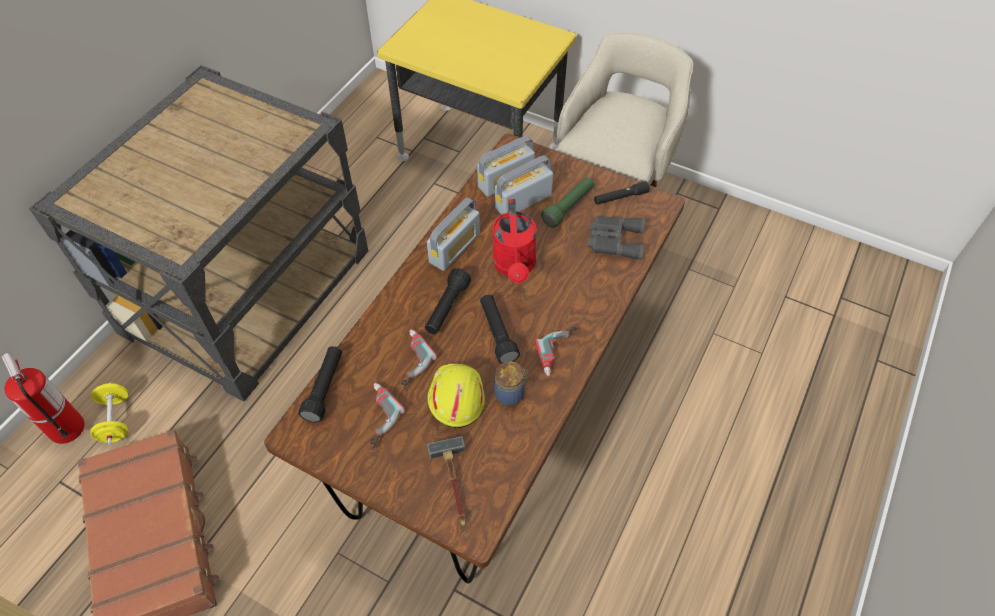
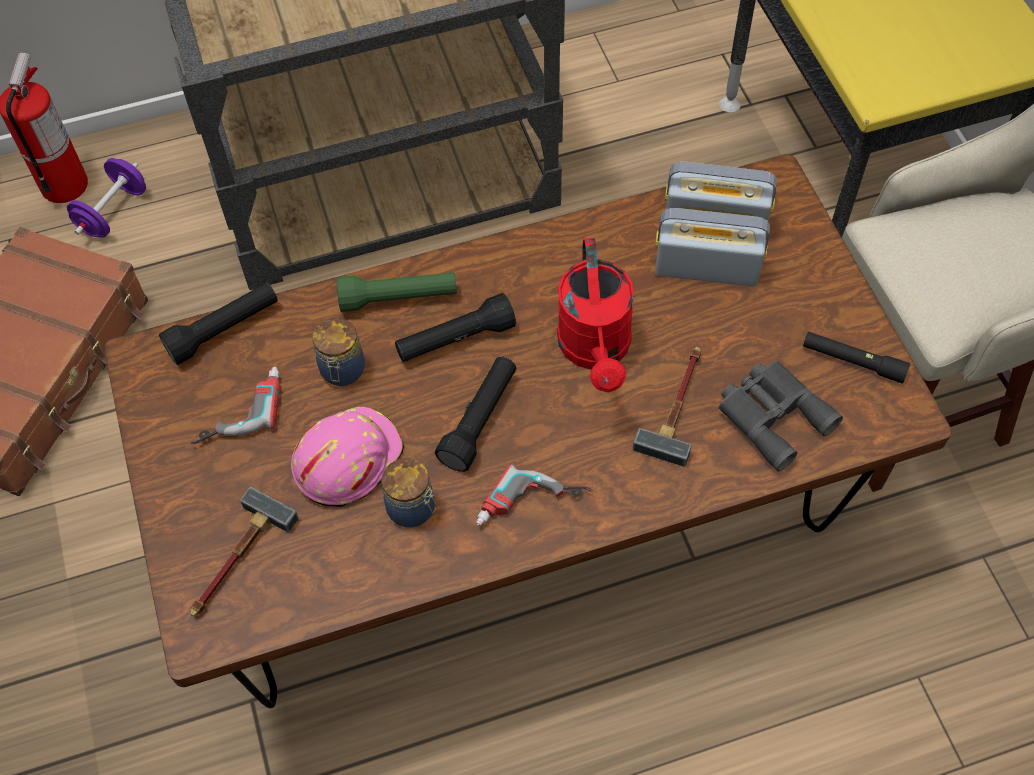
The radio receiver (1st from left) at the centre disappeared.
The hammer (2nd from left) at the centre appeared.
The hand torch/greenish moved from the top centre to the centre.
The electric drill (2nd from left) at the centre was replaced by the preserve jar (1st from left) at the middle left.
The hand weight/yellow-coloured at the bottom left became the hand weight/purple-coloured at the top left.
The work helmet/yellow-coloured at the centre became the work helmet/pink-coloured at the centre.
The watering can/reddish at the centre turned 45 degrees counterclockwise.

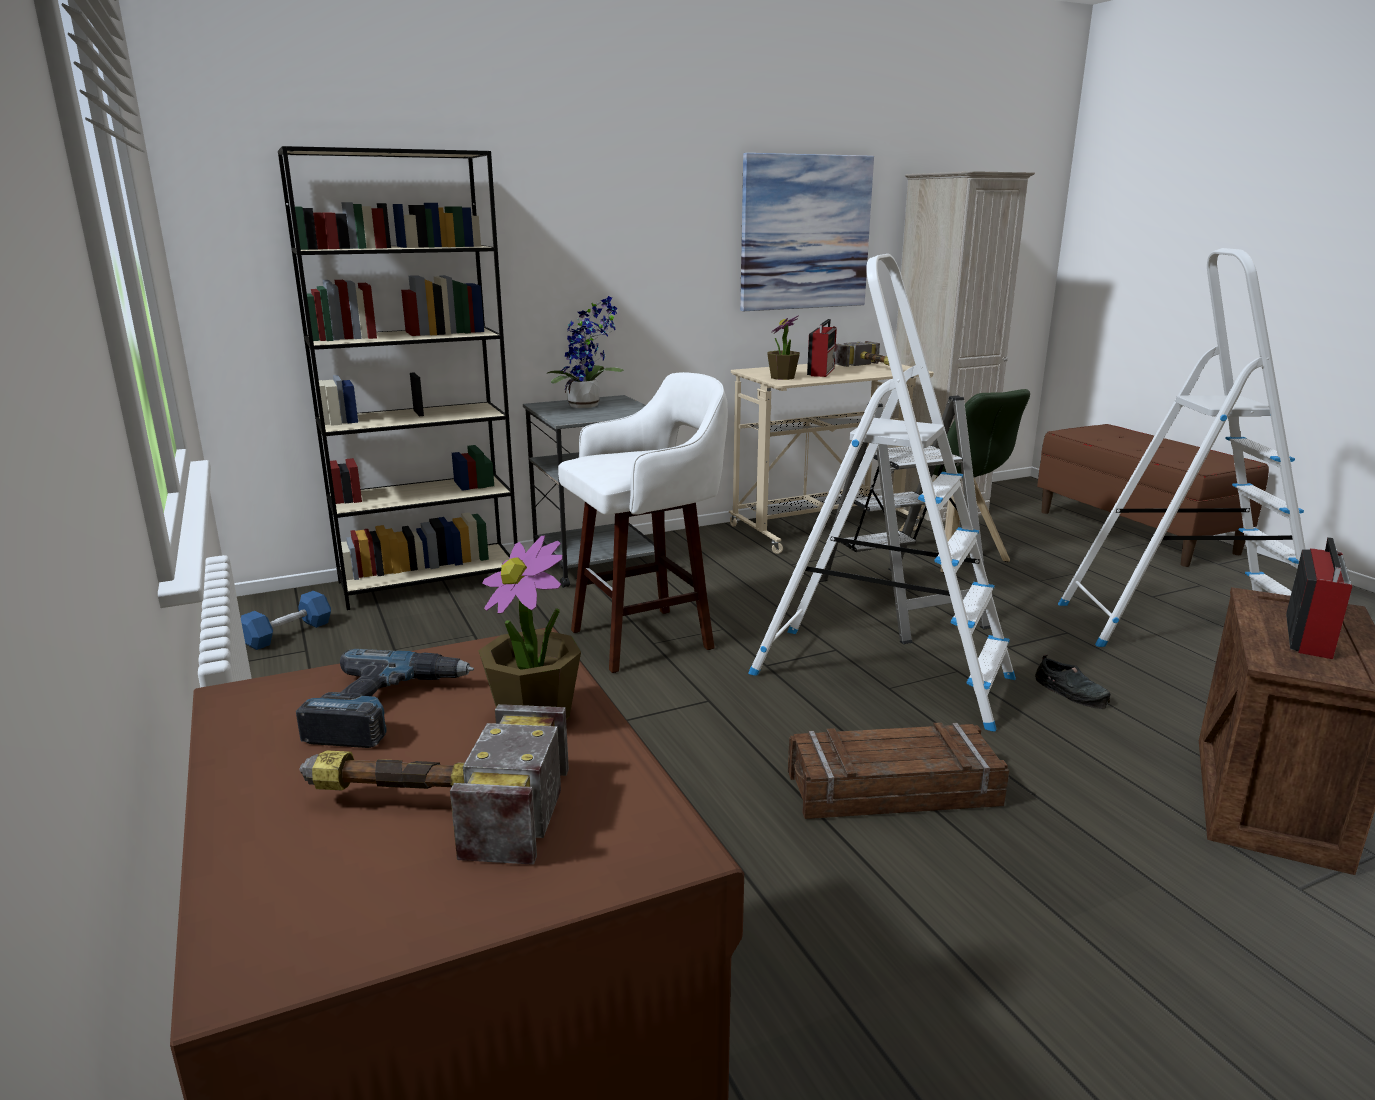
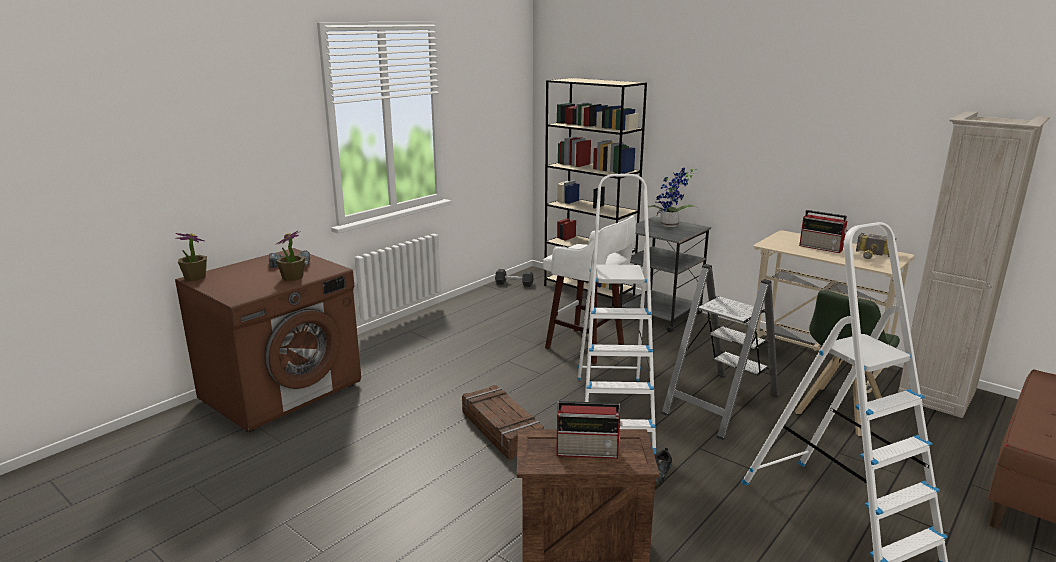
The hammer (1st from left) at the bottom left disappeared.
The wall art at the top centre disappeared.
The houseplant (3rd from left in the first image) moved from the top centre to the middle left.
The hand weight/blue-coloured at the middle left became the hand weight/blackish at the centre.
The radio receiver (1st from left in the first image) at the top centre turned 45 degrees clockwise.

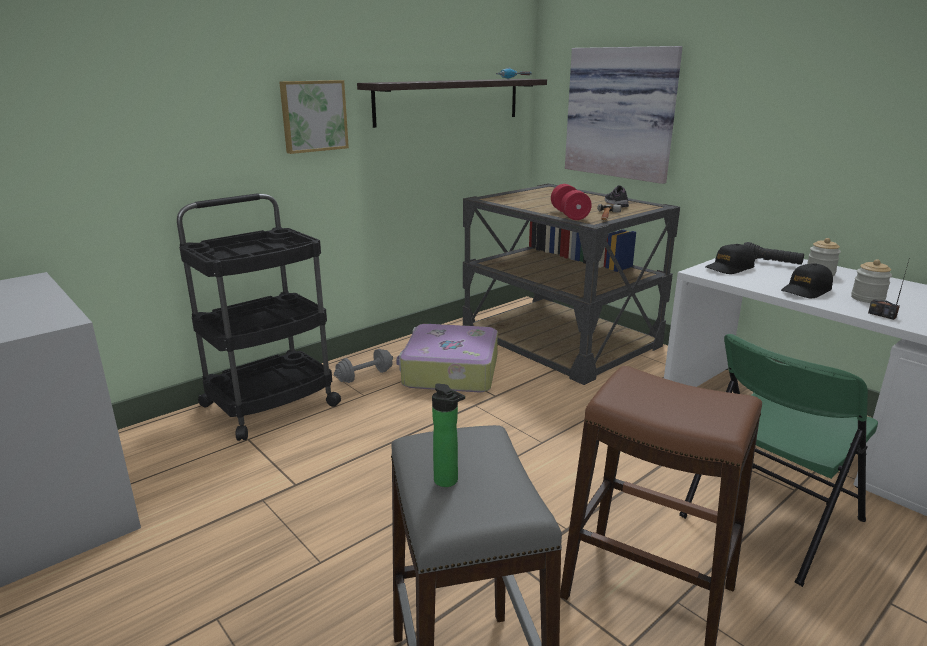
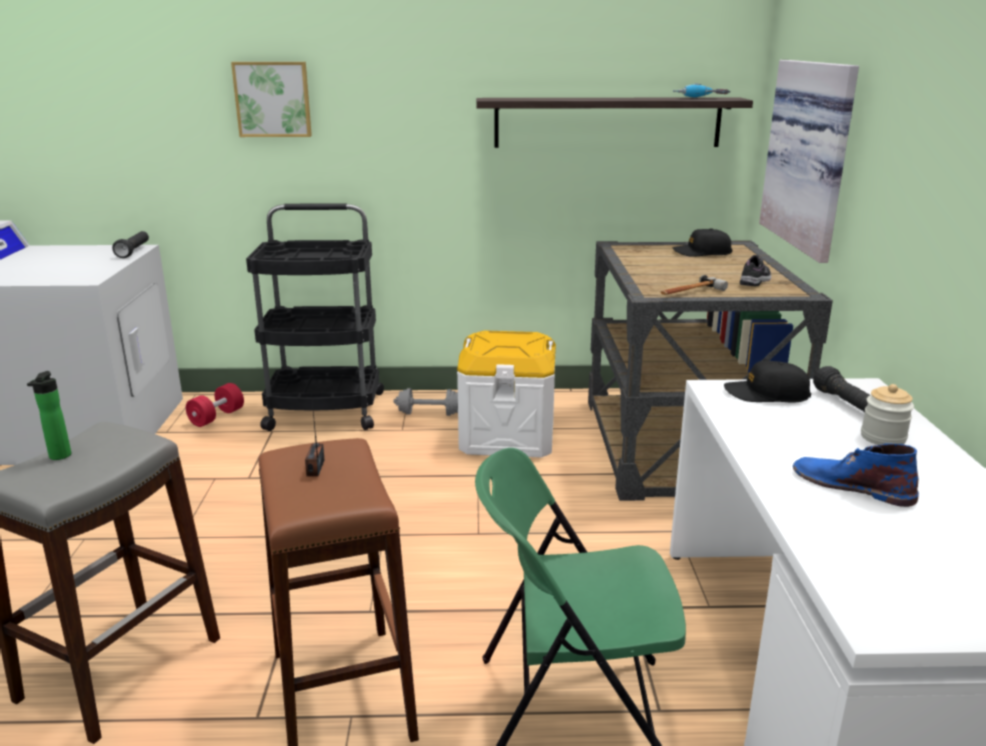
The hand torch/blackish (1st from left) at the top left appeared.
The wall art (1st from left) moved from the top centre to the top left.
The hand weight/reddish moved from the top centre to the middle left.
The baseball cap/blackish (2nd from left in the first image) moved from the middle right to the top right.
The radio receiver moved from the middle right to the middle left.
The travel case at the centre was replaced by the storage bin/white-coloured at the centre.
The preserve jar (2nd from left) at the middle right was replaced by the boot/blue-coloured at the middle right.

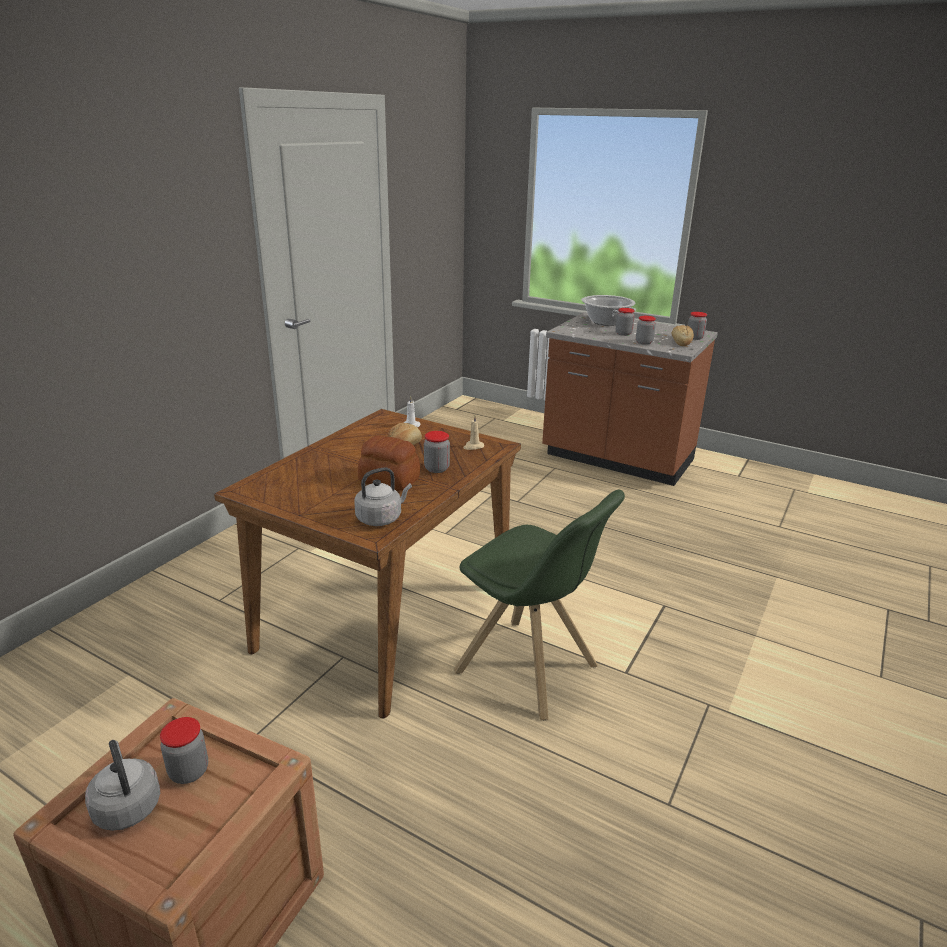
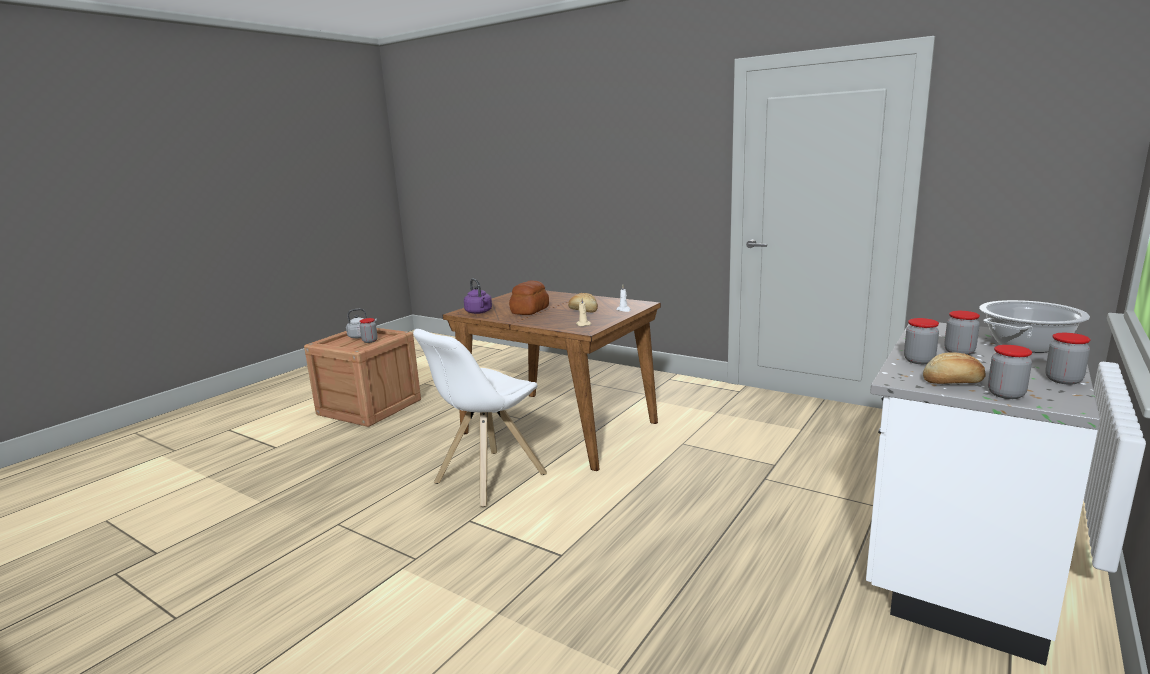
The preserve jar (2nd from left in the first image) moved from the centre to the middle right.
The water kettle/grey (2nd from left) at the centre became the water kettle/purple-coloured at the centre.
The plain chair/greenish at the centre became the plain chair/white-coloured at the centre.
The kitchen counter/brownish at the centre became the kitchen counter/white-coloured at the bottom right.

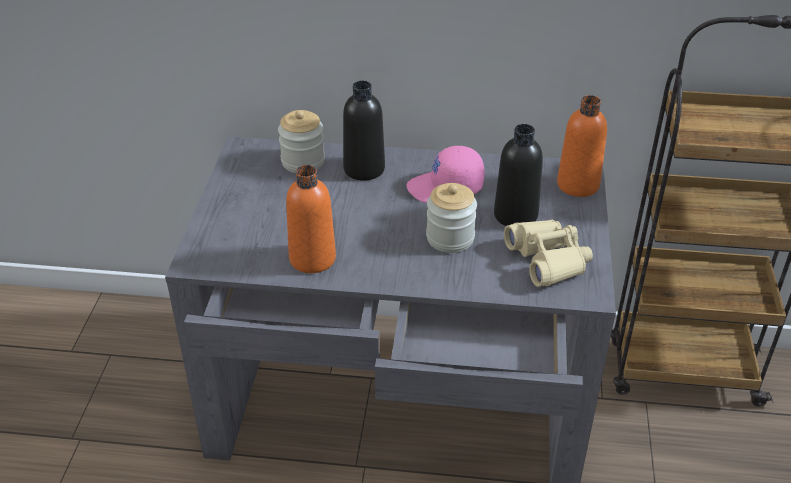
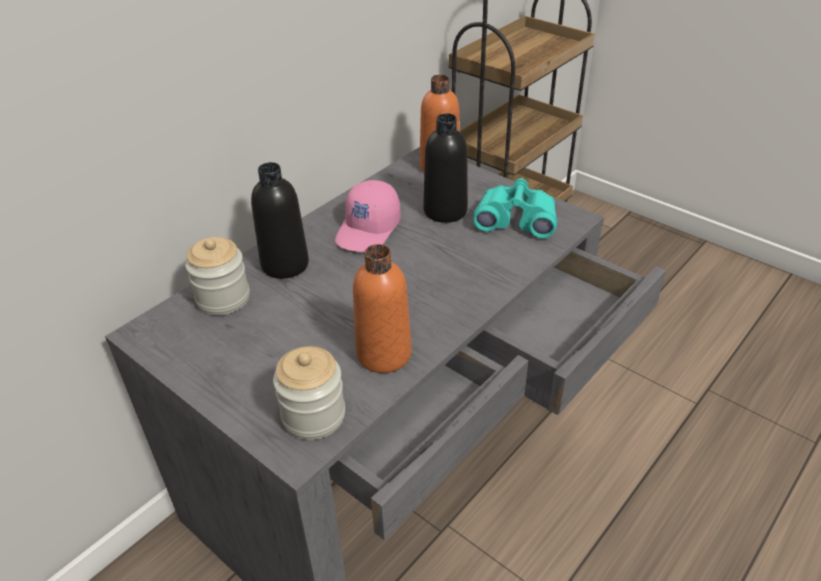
The preserve jar (2nd from left) moved from the centre to the bottom centre.
The pair of binoculars/beige-coloured at the middle right became the pair of binoculars/blue-green at the centre.

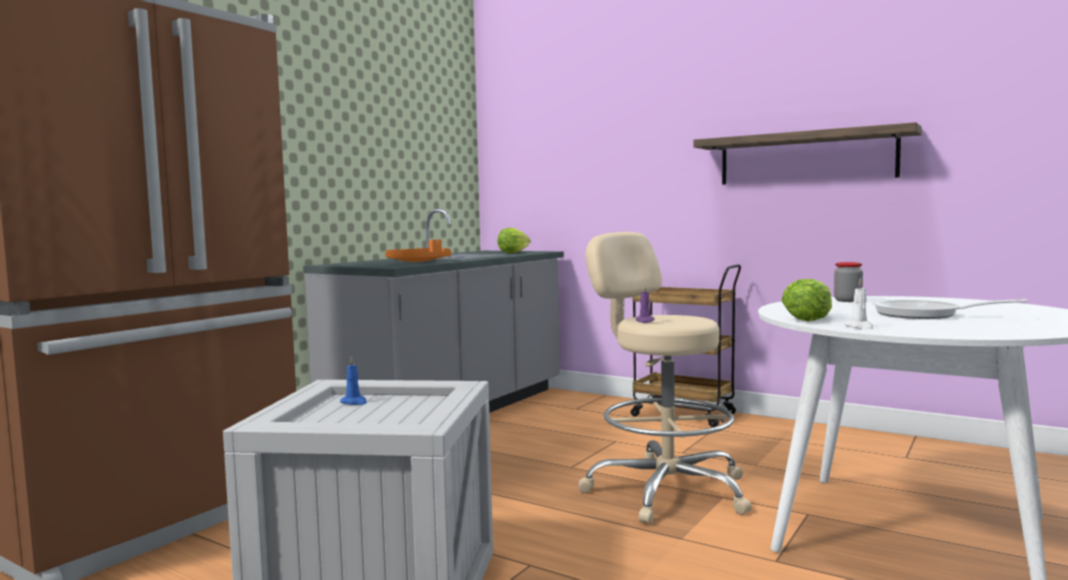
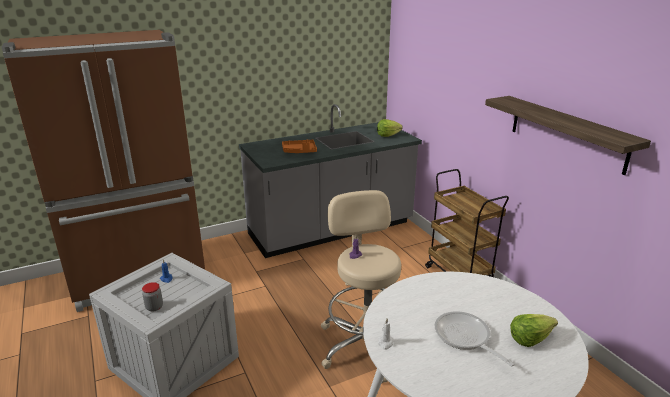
The head of lettuce (2nd from left) moved from the middle right to the bottom right.
The preserve jar moved from the middle right to the bottom left.

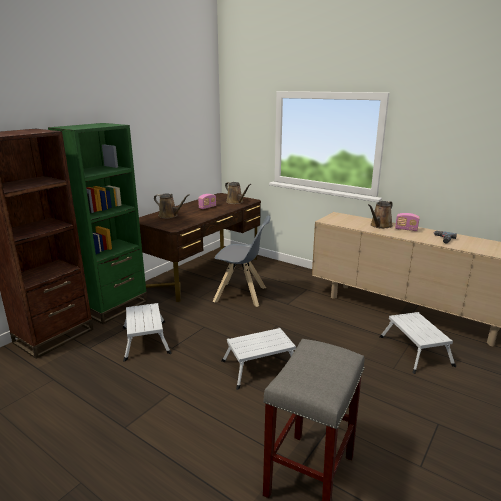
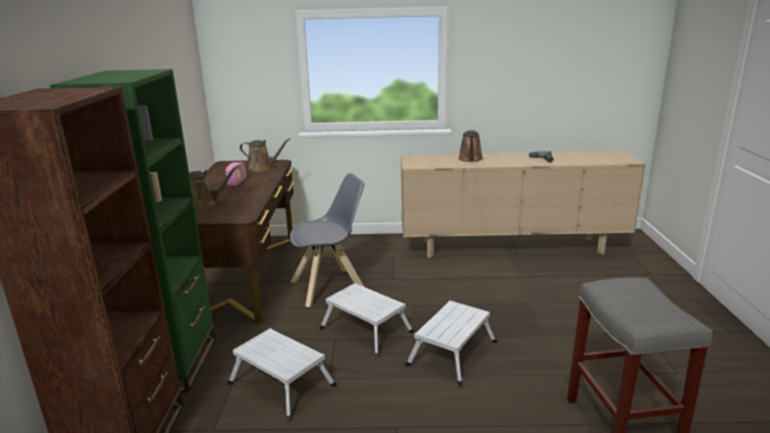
The radio receiver (2nd from left) at the middle right disappeared.
The step ladder/white-coloured (3rd from left in the first image) moved from the bottom right to the bottom centre.

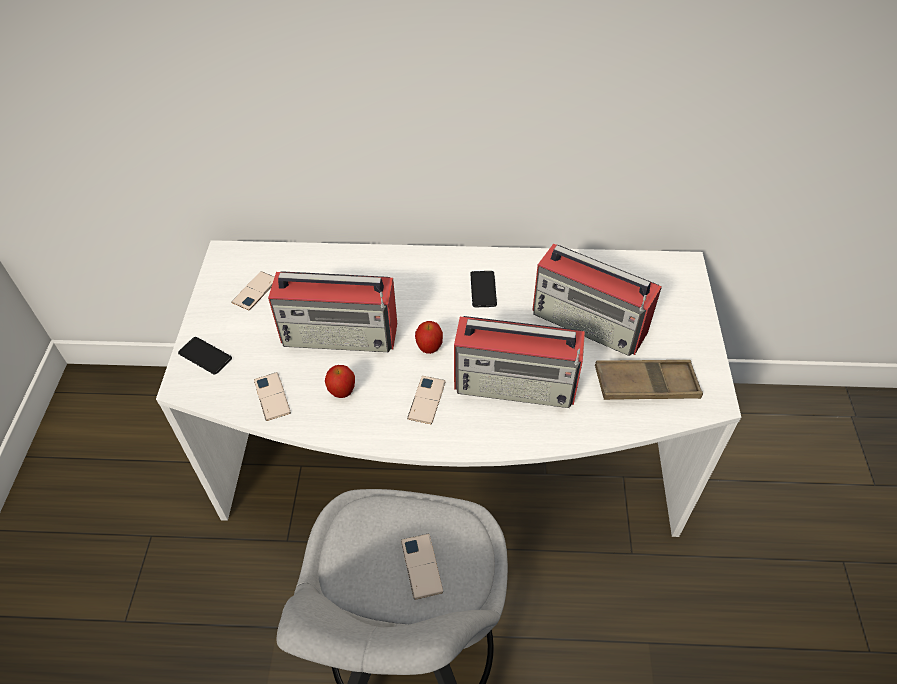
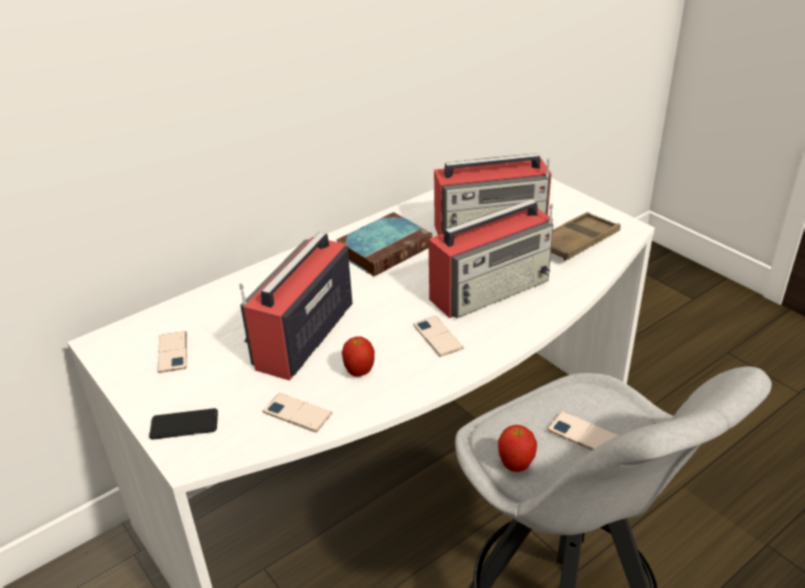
The apple (2nd from left) moved from the centre to the bottom centre.
The handset (6th from left) at the centre was replaced by the book at the centre.
The radio receiver (1st from left) at the centre turned 150 degrees clockwise.

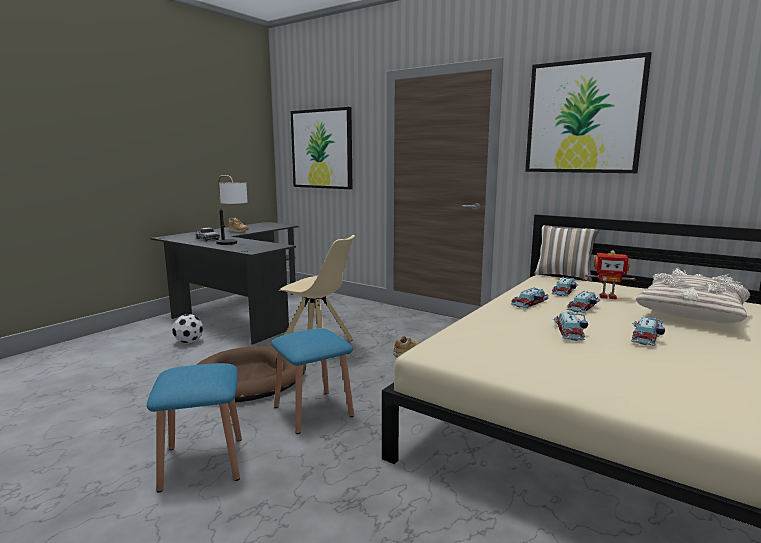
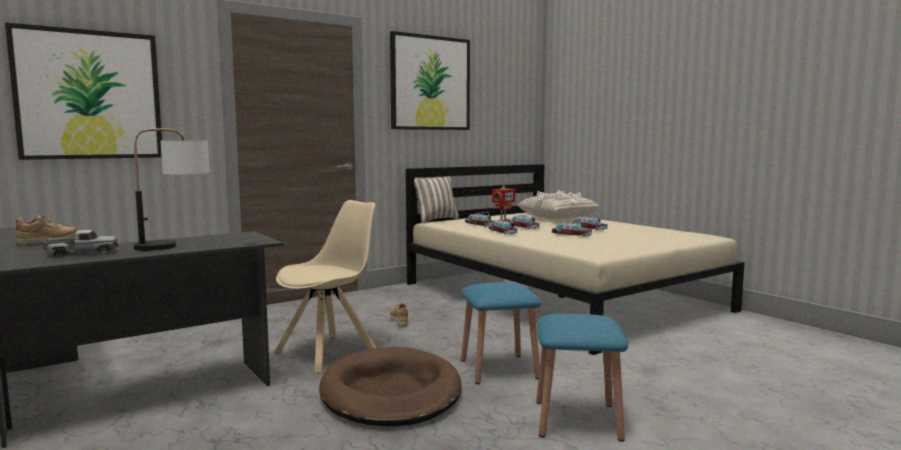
The football ball at the middle left disappeared.

